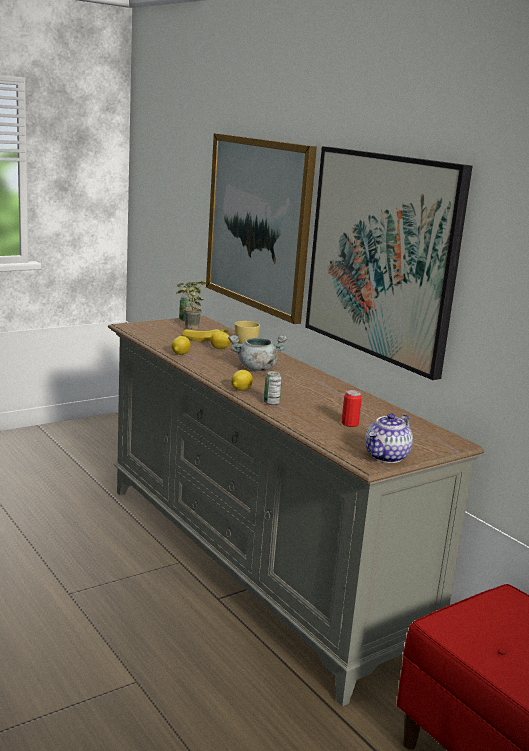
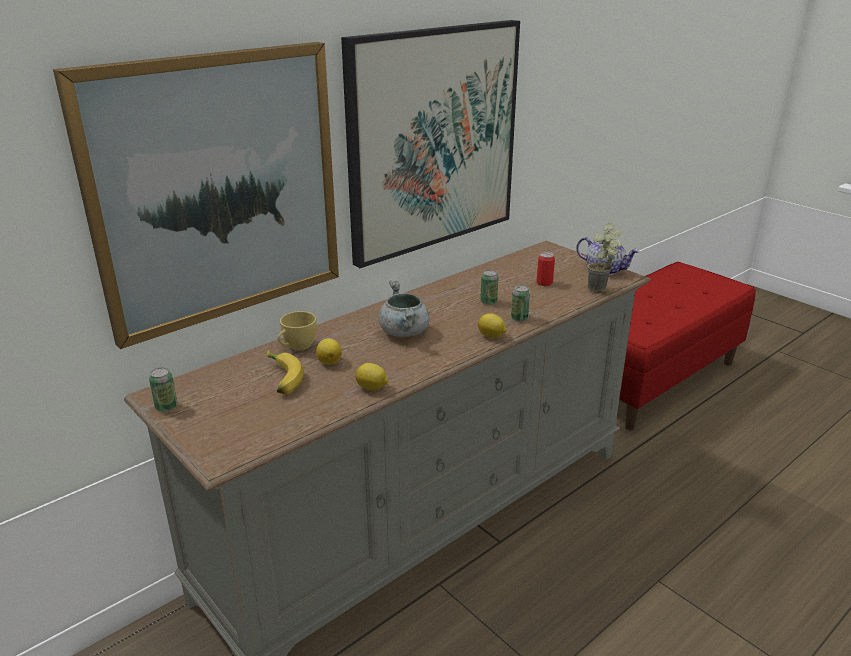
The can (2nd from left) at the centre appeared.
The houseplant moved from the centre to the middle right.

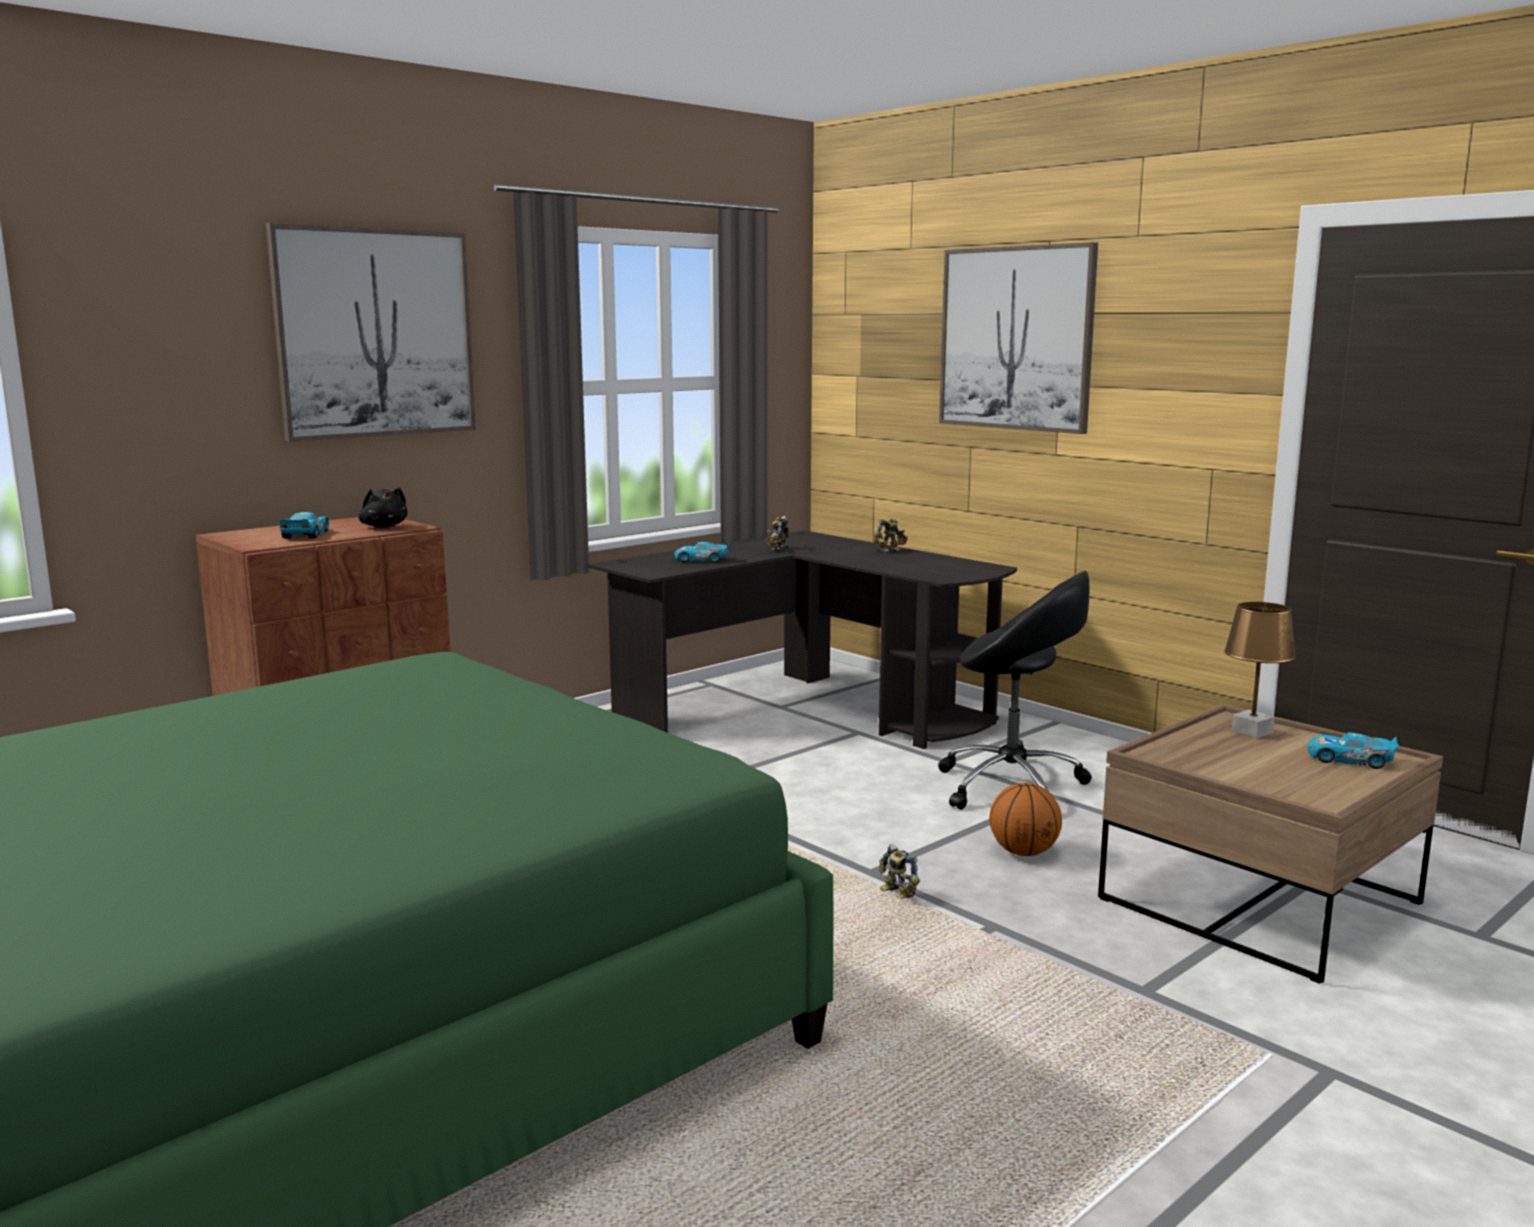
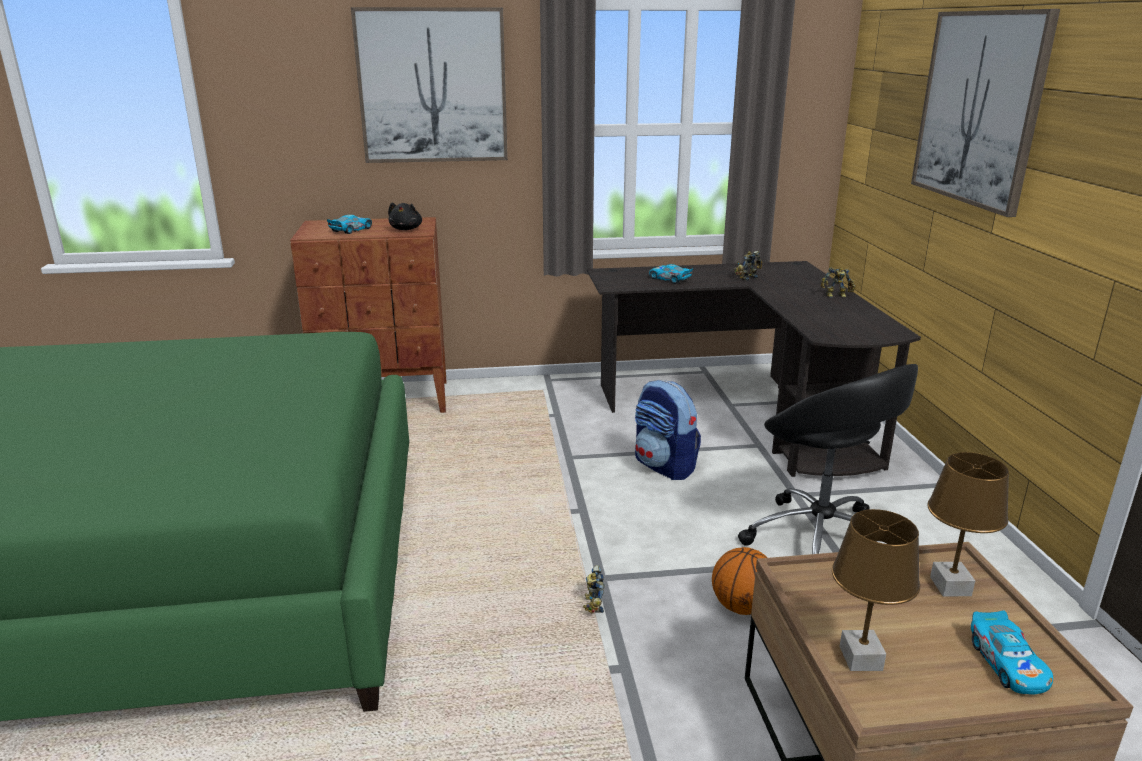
The backpack at the centre appeared.
The table lamp/brownish (1st from left) at the bottom right appeared.
The miniature car (3rd from left) at the middle right turned 150 degrees counterclockwise.

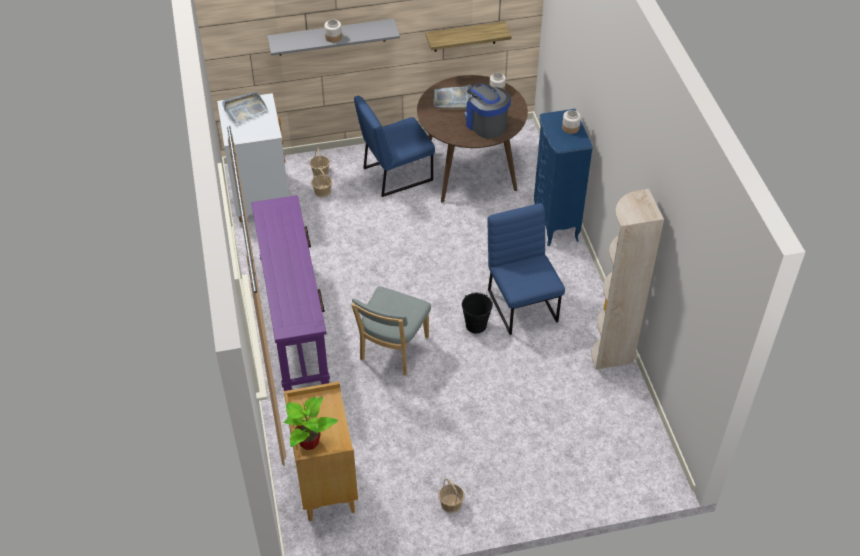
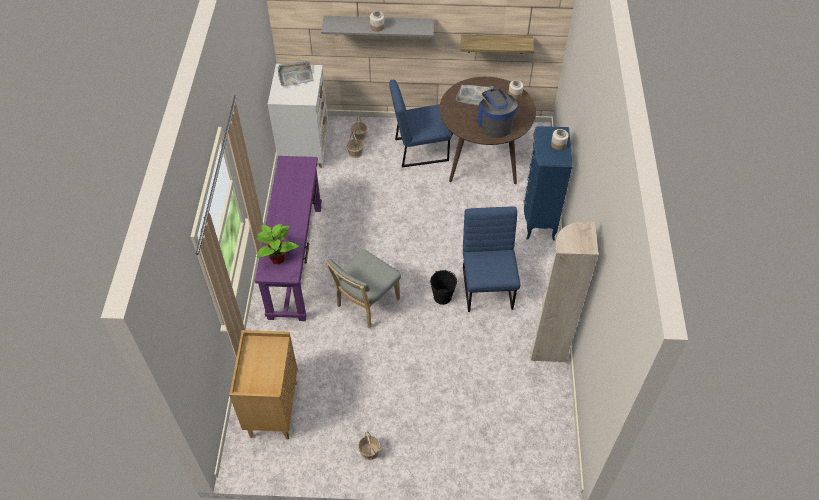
The houseplant moved from the bottom centre to the centre.

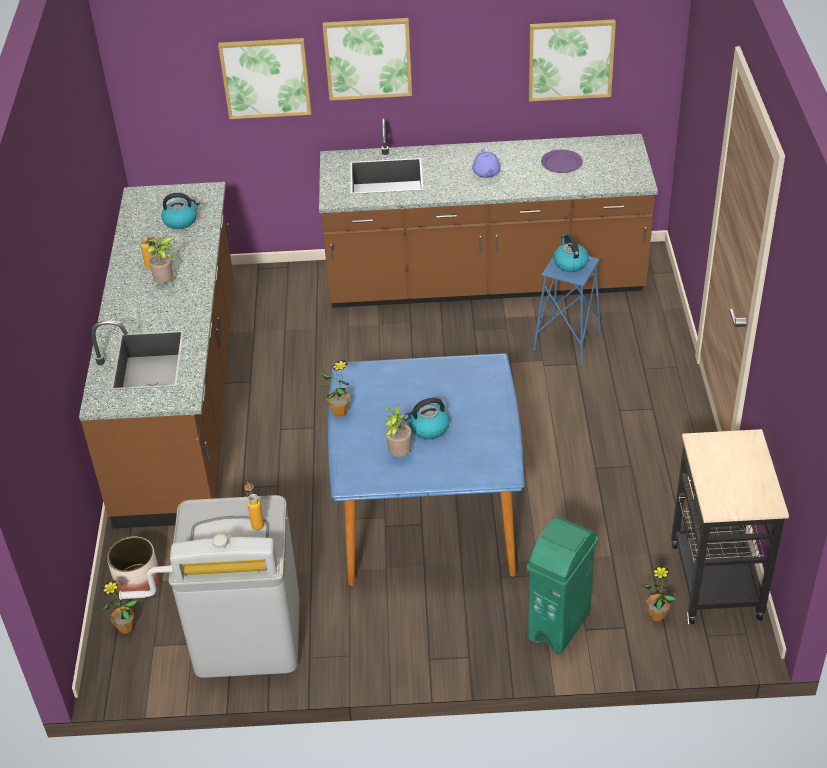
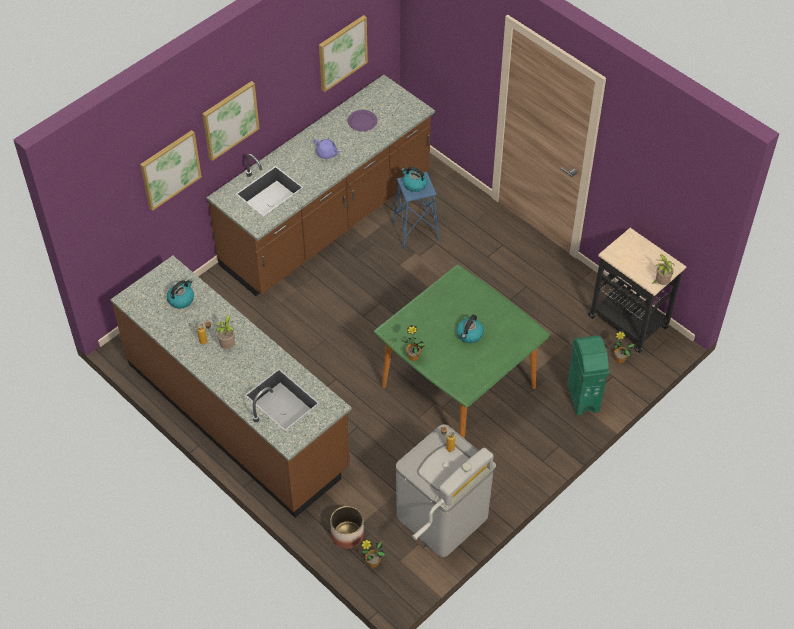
The houseplant (4th from left in the first image) moved from the centre to the middle right.
The dinner table/blue-coloured at the centre became the dinner table/greenish at the centre.

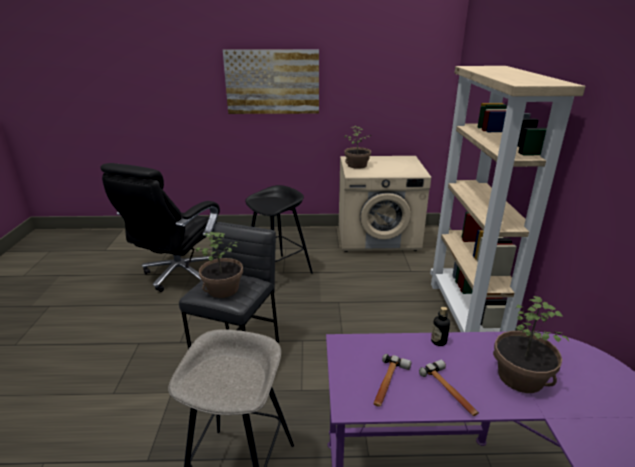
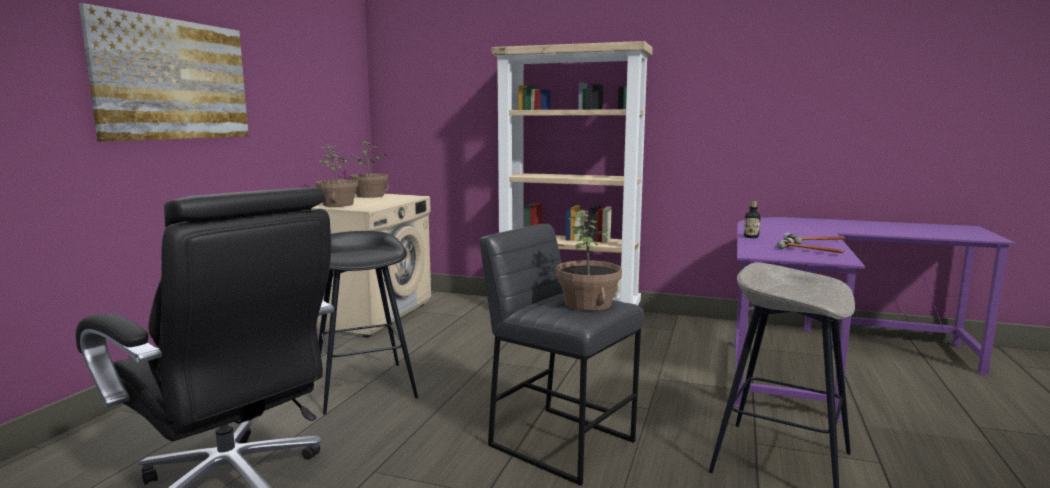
The houseplant (3rd from left in the first image) moved from the bottom right to the centre.

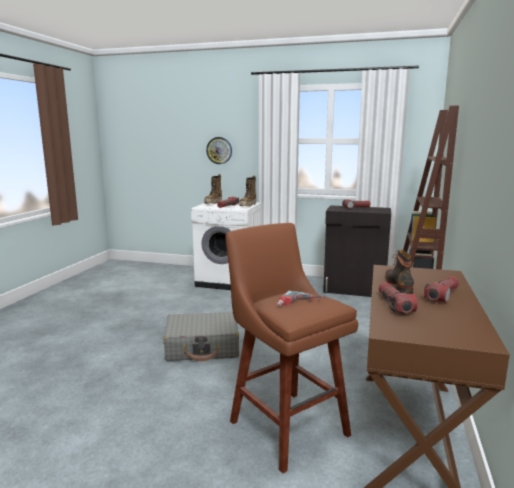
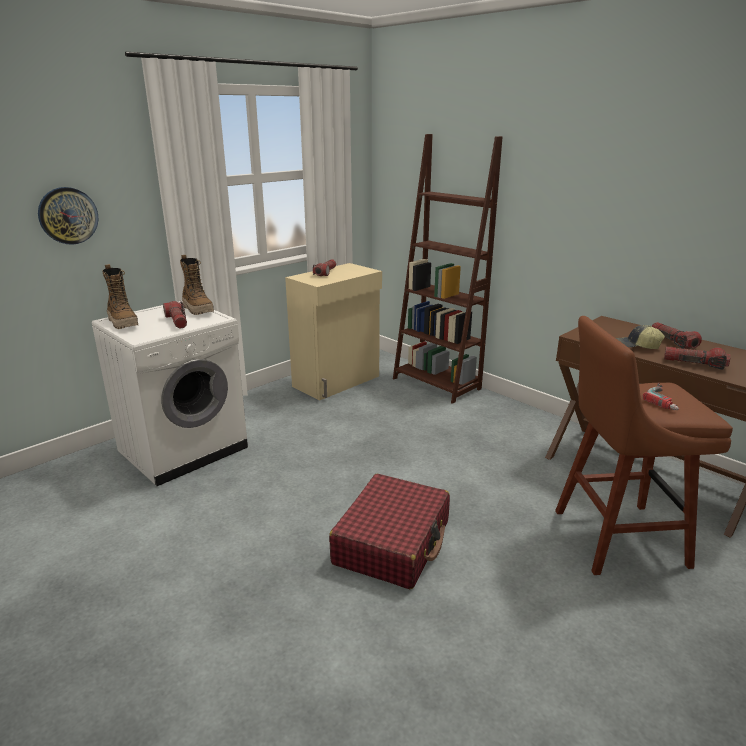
The boot (3rd from left) at the middle right was replaced by the baseball cap at the middle right.
The travel case/grey at the bottom centre became the travel case/reddish at the bottom centre.
The storage cabinet/blackish at the middle right became the storage cabinet/beige-coloured at the centre.

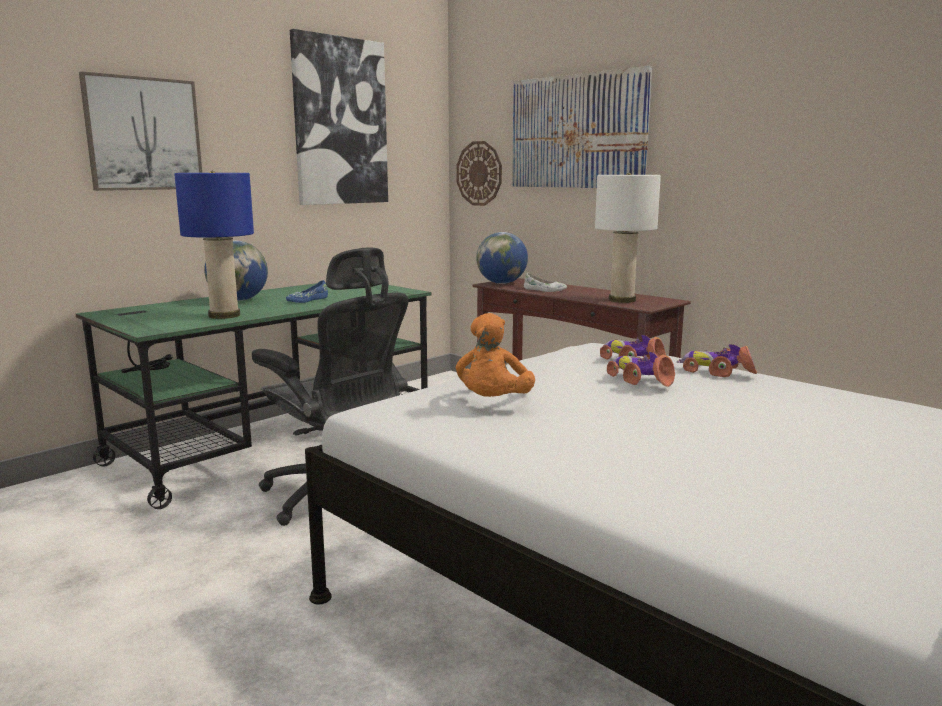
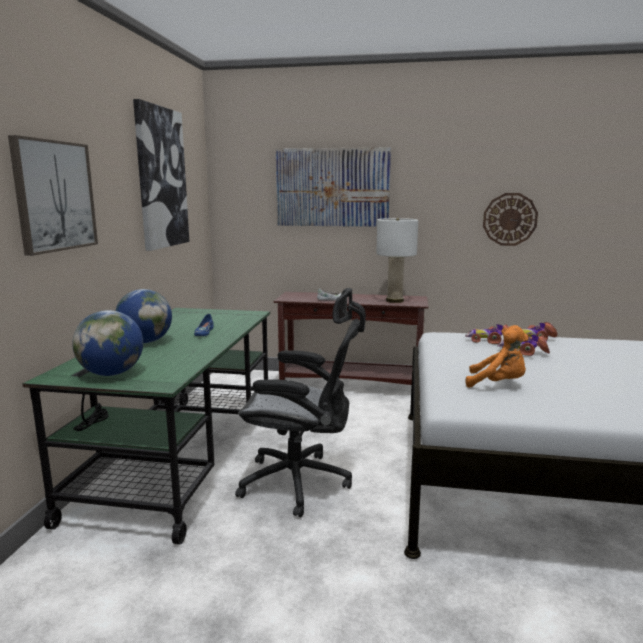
The table lamp/blue-coloured at the middle left disappeared.
The clock on the wall moved from the top centre to the middle right.
The desk globe (2nd from left in the first image) moved from the centre to the middle left.
The cuddly toy/orange at the centre turned 45 degrees counterclockwise.

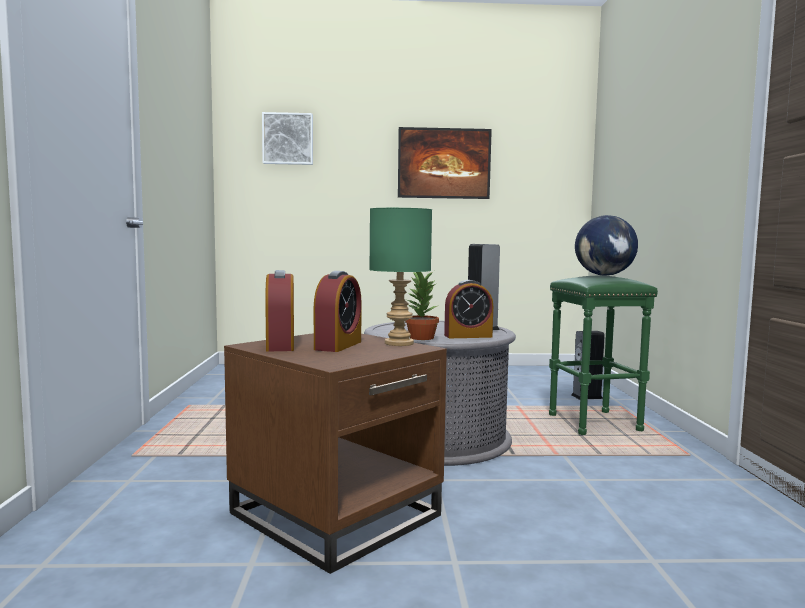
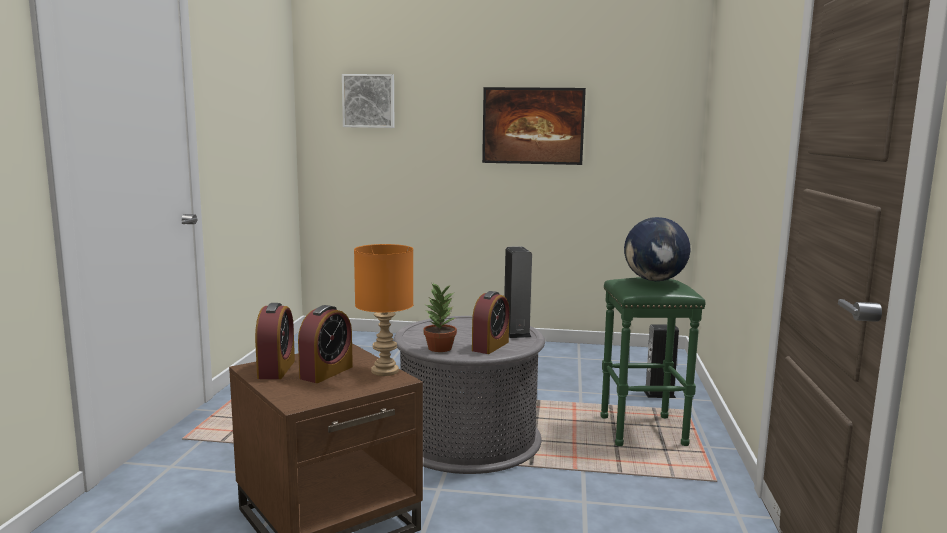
The table lamp/greenish at the centre became the table lamp/orange at the centre.
The table clock (3rd from left) at the centre turned 60 degrees counterclockwise.

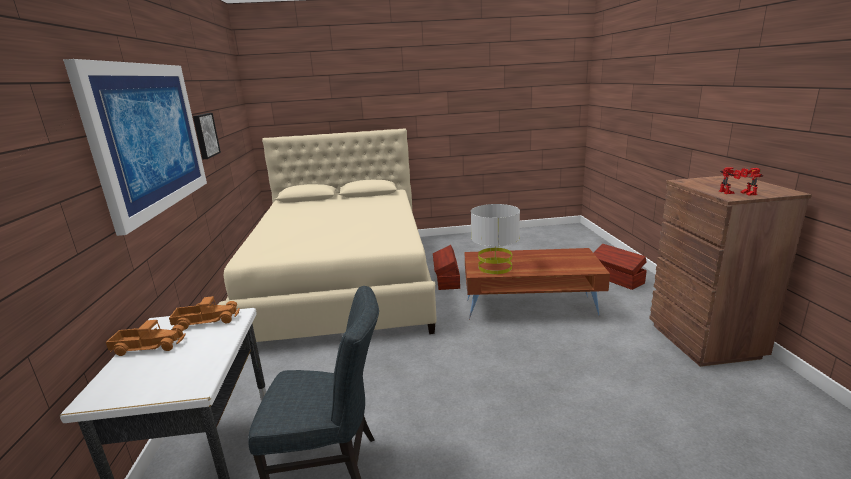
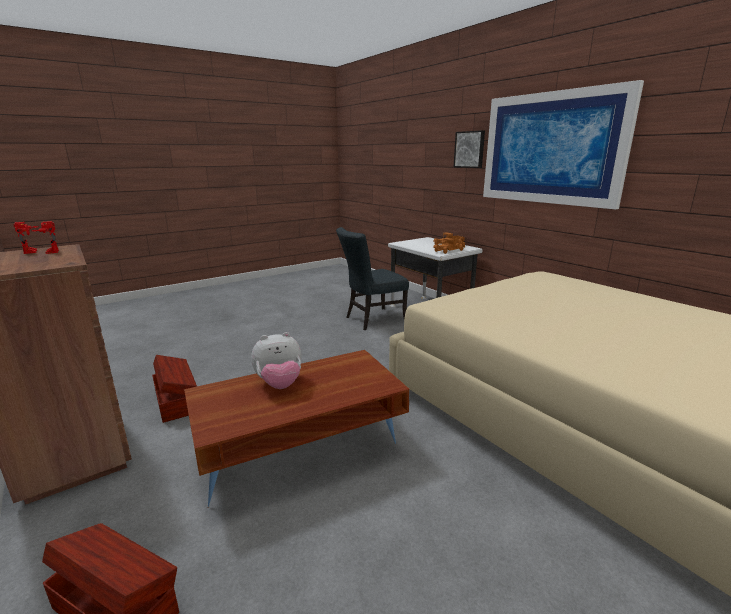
The table lamp/grey at the centre disappeared.
The cuddly toy at the centre appeared.
The wall art (2nd from left in the first image) moved from the top left to the top centre.
The storage bin/brownish (1st from left in the first image) moved from the centre to the middle left.

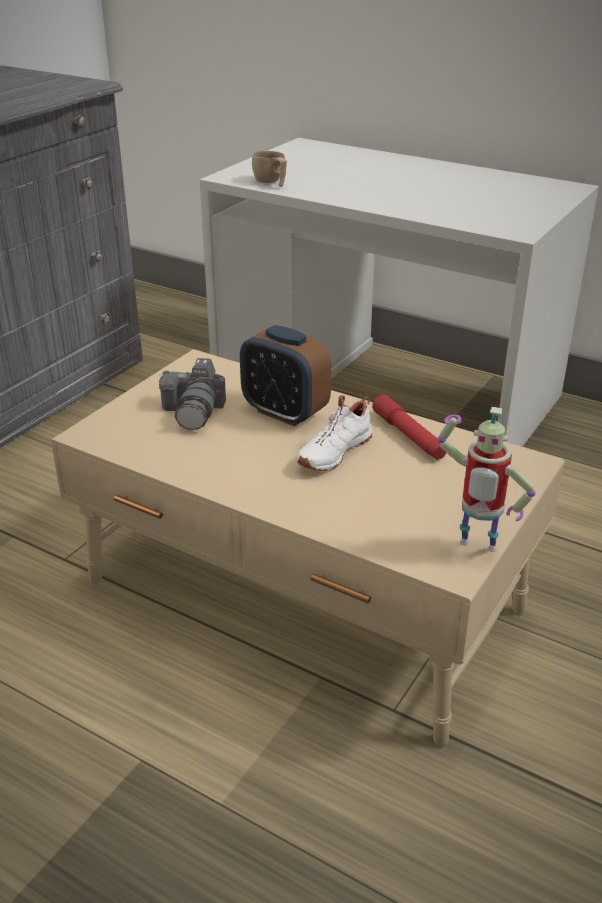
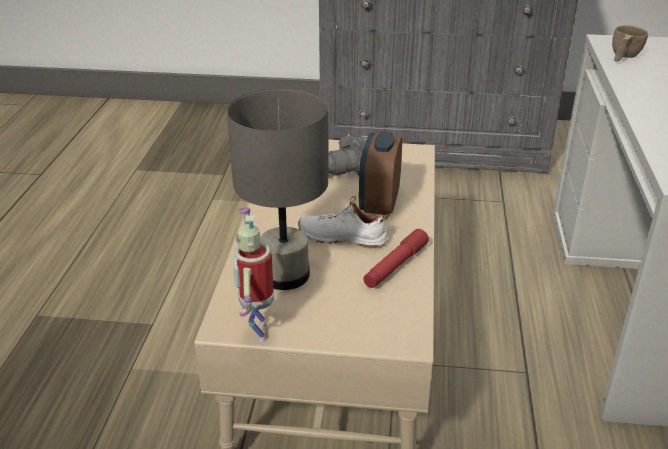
The table lamp/grey at the centre appeared.

